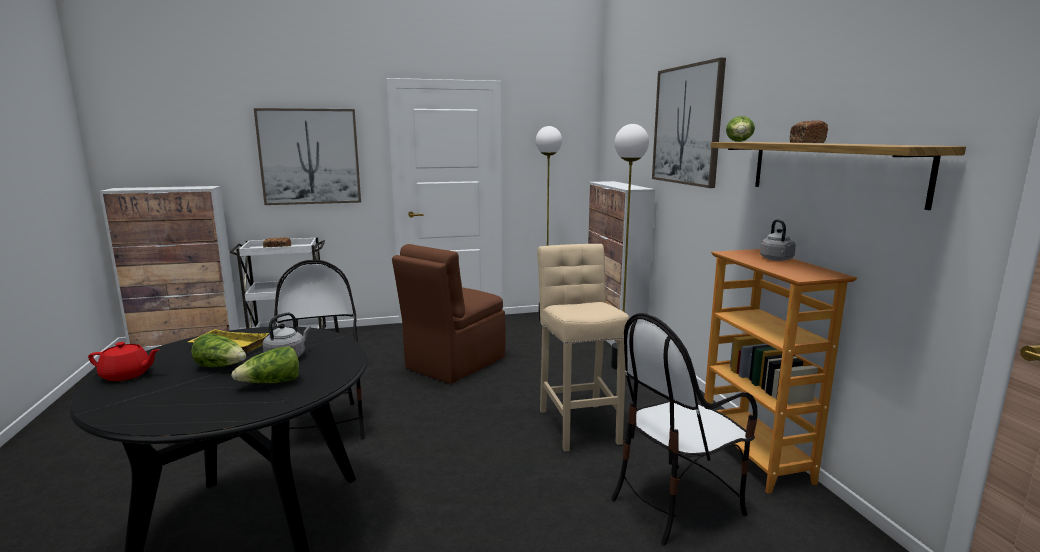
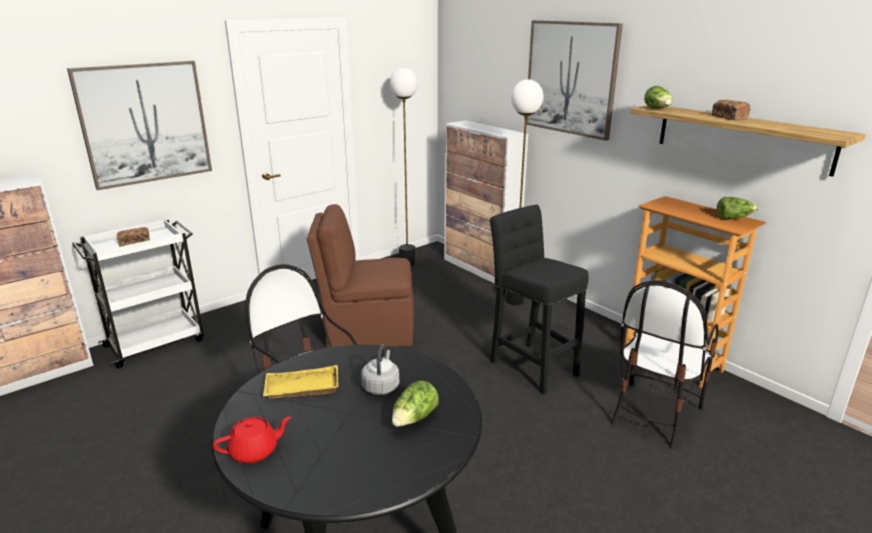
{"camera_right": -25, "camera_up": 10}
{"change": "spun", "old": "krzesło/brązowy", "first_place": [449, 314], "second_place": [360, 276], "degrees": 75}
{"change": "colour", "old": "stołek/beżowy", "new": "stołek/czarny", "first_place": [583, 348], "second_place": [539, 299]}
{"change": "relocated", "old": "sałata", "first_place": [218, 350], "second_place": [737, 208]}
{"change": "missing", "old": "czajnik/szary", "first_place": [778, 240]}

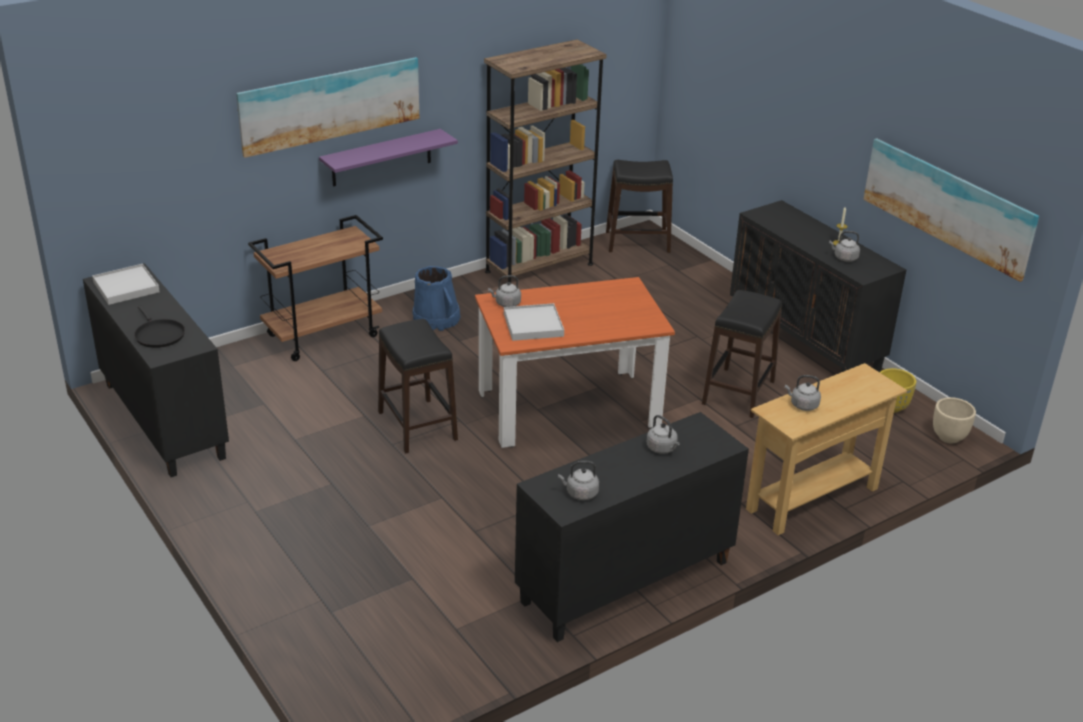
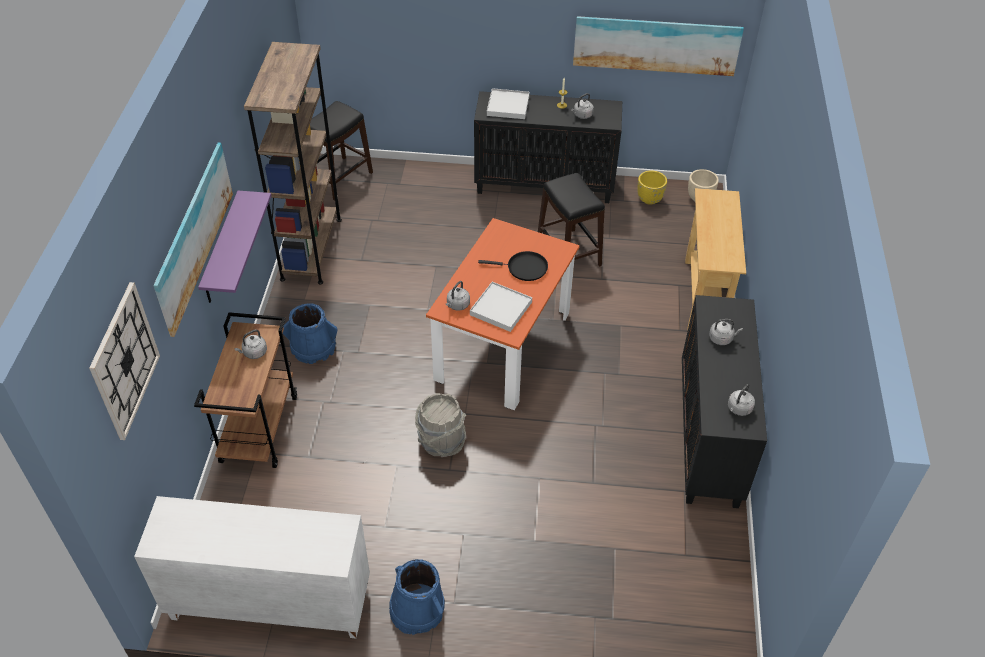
{"camera_right": -50, "camera_up": 15}
{"change": "appeared", "new": "zegar ścienny", "second_place": [124, 361]}
{"change": "colour", "old": "szafka/czarny", "new": "szafka/biały", "first_place": [156, 370], "second_place": [252, 567]}
{"change": "relocated", "old": "czajnik/szary", "first_place": [803, 393], "second_place": [250, 344]}
{"change": "appeared", "new": "wiadro/niebieski", "second_place": [417, 597]}
{"change": "exchanged", "old": "stołek/czarny", "new": "wiadro/szary", "first_place": [418, 386], "second_place": [440, 425]}
{"change": "relocated", "old": "patelnia/czarny", "first_place": [159, 326], "second_place": [513, 266]}
{"change": "relocated", "old": "taca/biały", "first_place": [126, 284], "second_place": [508, 103]}

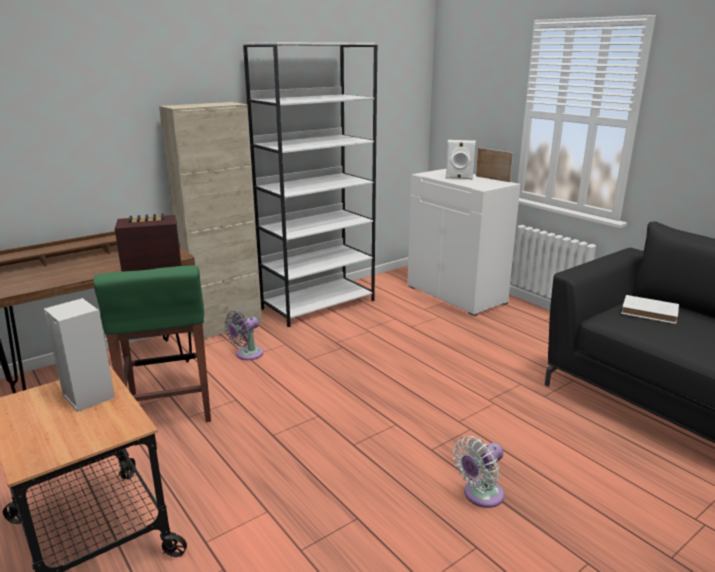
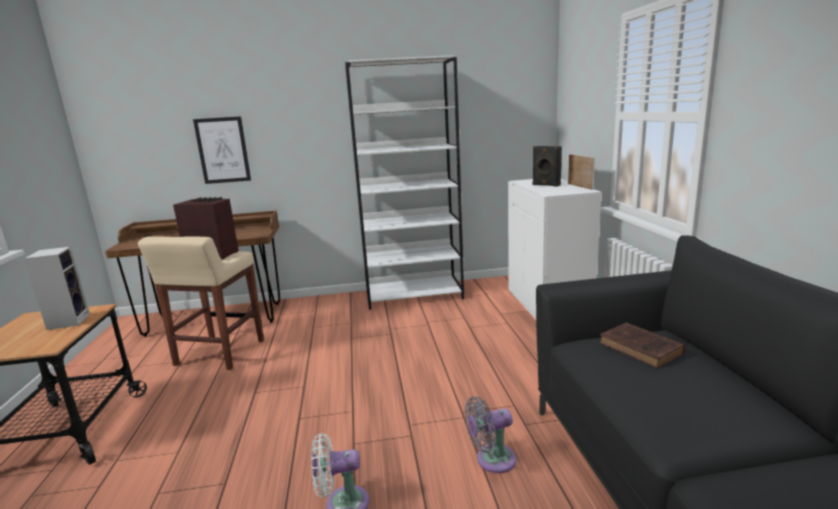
{"camera_right": 30, "camera_up": -5}
{"change": "colour", "old": "stołek/zielony", "new": "stołek/beżowy", "first_place": [152, 343], "second_place": [201, 303]}
{"change": "appeared", "new": "obraz", "second_place": [222, 150]}
{"change": "relocated", "old": "wentylator/szary", "first_place": [244, 335], "second_place": [490, 434]}
{"change": "colour", "old": "głośnik/biały", "new": "głośnik/czarny", "first_place": [461, 160], "second_place": [547, 166]}
{"change": "colour", "old": "książka/biały", "new": "książka/brązowy", "first_place": [650, 309], "second_place": [642, 346]}
{"change": "missing", "old": "szafka/beżowy", "first_place": [210, 220]}

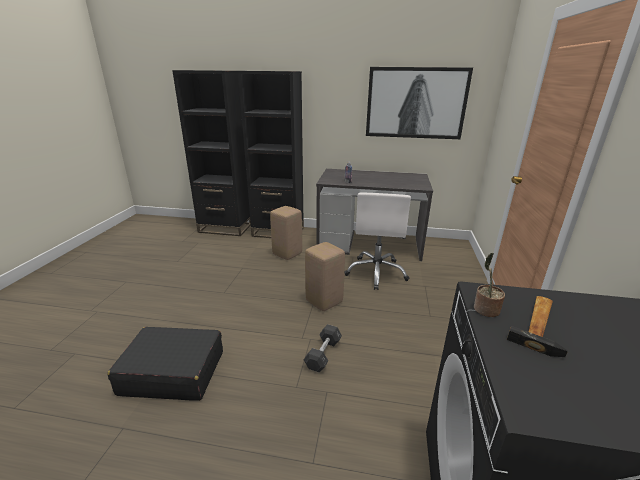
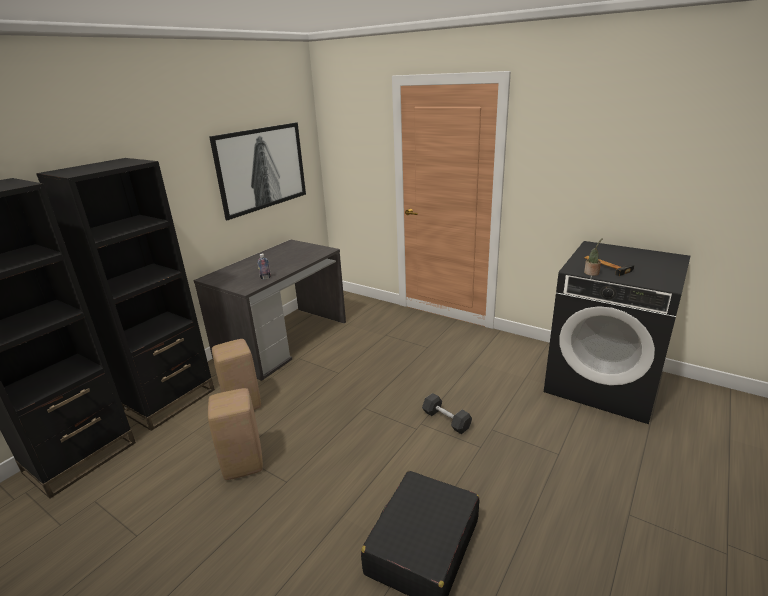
{"camera_right": -65, "camera_up": 0}
{"change": "relocated", "old": "stołek/beżowy", "first_place": [325, 276], "second_place": [235, 434]}
{"change": "missing", "old": "krzesło biurowe/biały", "first_place": [378, 241]}

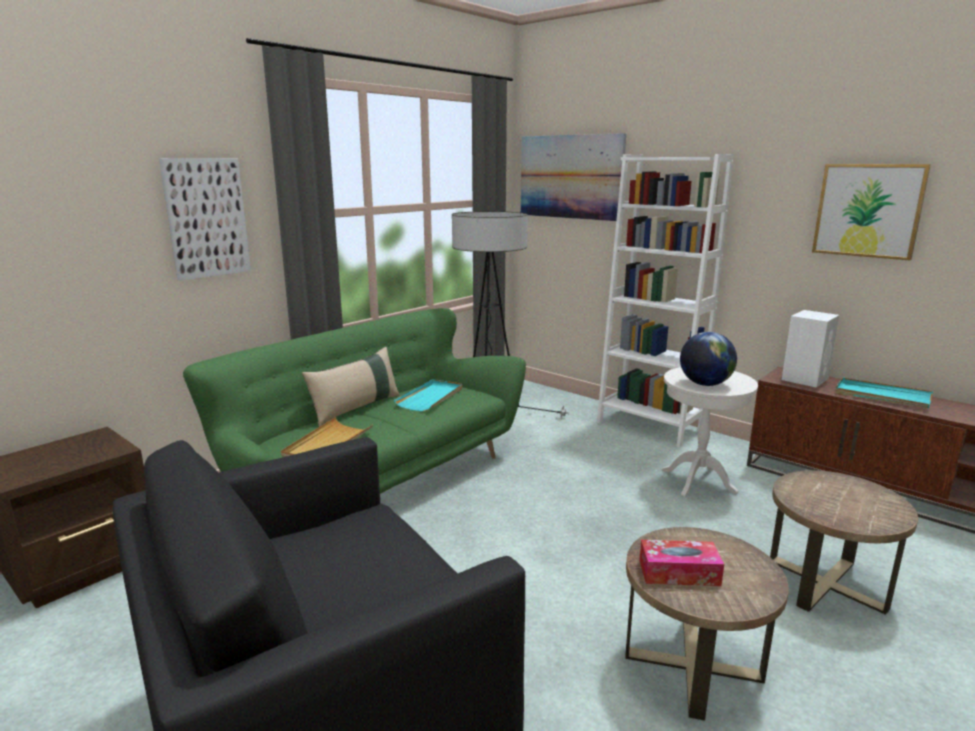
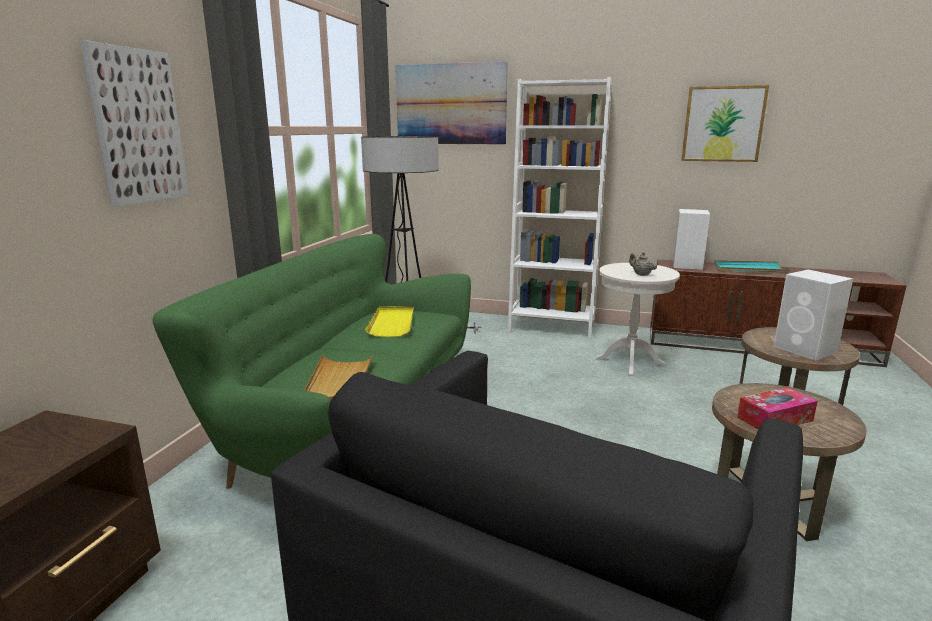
{"camera_right": -25, "camera_up": 0}
{"change": "colour", "old": "taca/turkusowy", "new": "taca/żółty", "first_place": [428, 395], "second_place": [389, 321]}
{"change": "exchanged", "old": "globus", "new": "imbryk/beżowy", "first_place": [708, 359], "second_place": [643, 264]}
{"change": "appeared", "new": "głośnik/biały", "second_place": [813, 315]}
{"change": "missing", "old": "poduszka/beżowy", "first_place": [351, 387]}

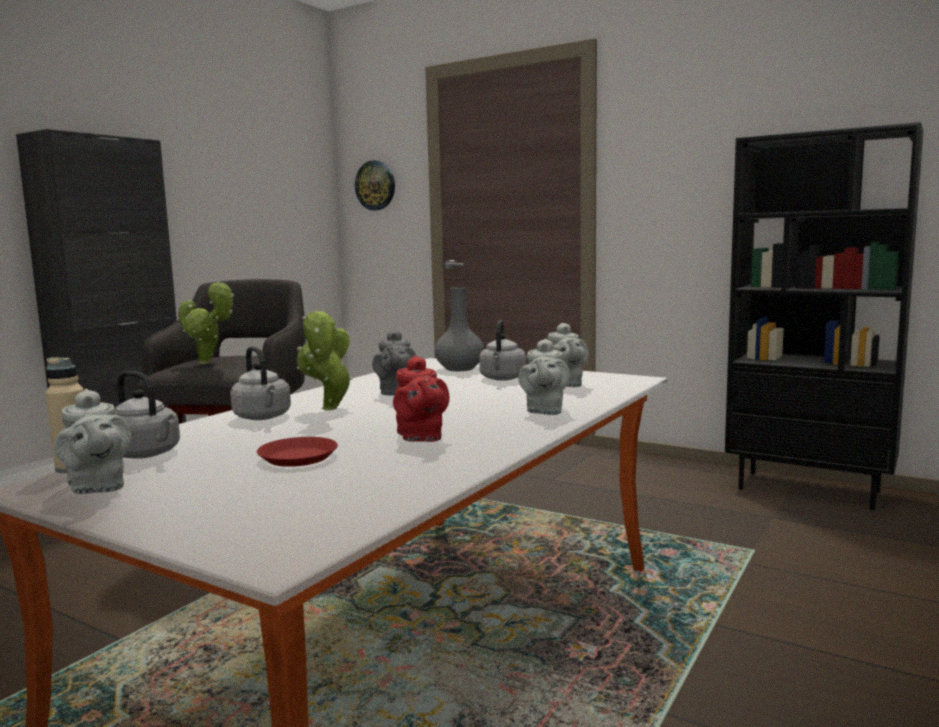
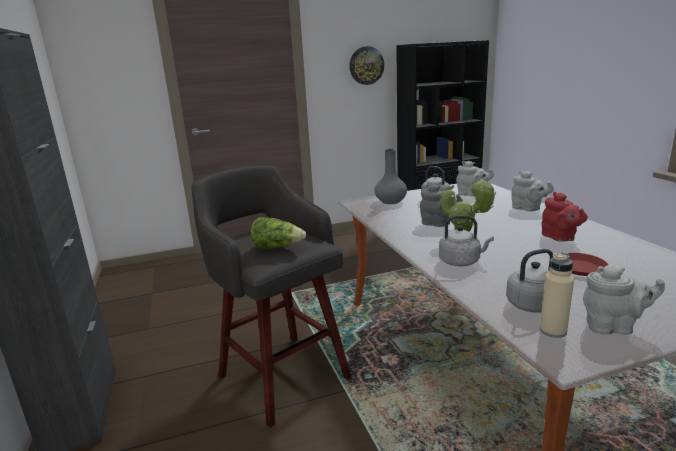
{"camera_right": -50, "camera_up": 10}
{"change": "exchanged", "old": "roślina doniczkowa", "new": "sałata", "first_place": [206, 322], "second_place": [278, 233]}
{"change": "relocated", "old": "zegar ścienny", "first_place": [375, 185], "second_place": [366, 65]}
{"change": "spun", "old": "imbryk/czerwony", "first_place": [421, 399], "second_place": [564, 217], "degrees": 45}

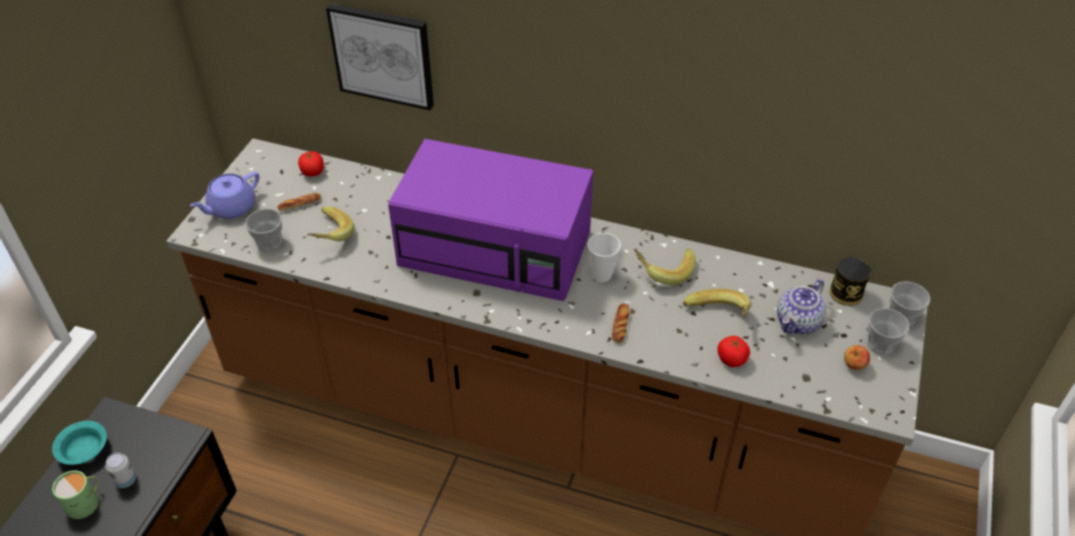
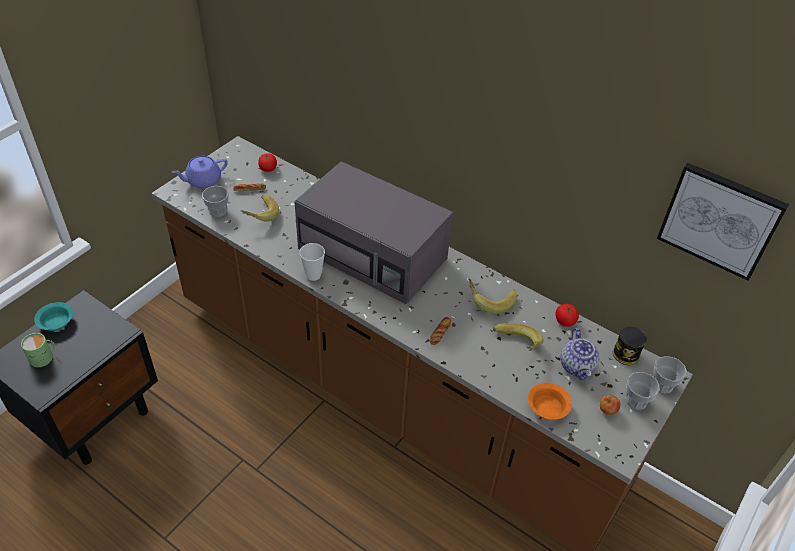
{"camera_right": 15, "camera_up": 0}
{"change": "colour", "old": "mikrofalówka/fioletowy", "new": "mikrofalówka/szary", "first_place": [490, 220], "second_place": [374, 232]}
{"change": "relocated", "old": "filiżanka", "first_place": [604, 257], "second_place": [312, 262]}
{"change": "appeared", "new": "miska/pomarańczowy", "second_place": [550, 401]}
{"change": "relocated", "old": "pomidor", "first_place": [733, 351], "second_place": [567, 315]}
{"change": "spun", "old": "imbryk", "first_place": [801, 306], "second_place": [579, 354], "degrees": -60}
{"change": "relocated", "old": "obraz", "first_place": [380, 56], "second_place": [723, 222]}
{"change": "missing", "old": "puszka", "first_place": [120, 470]}

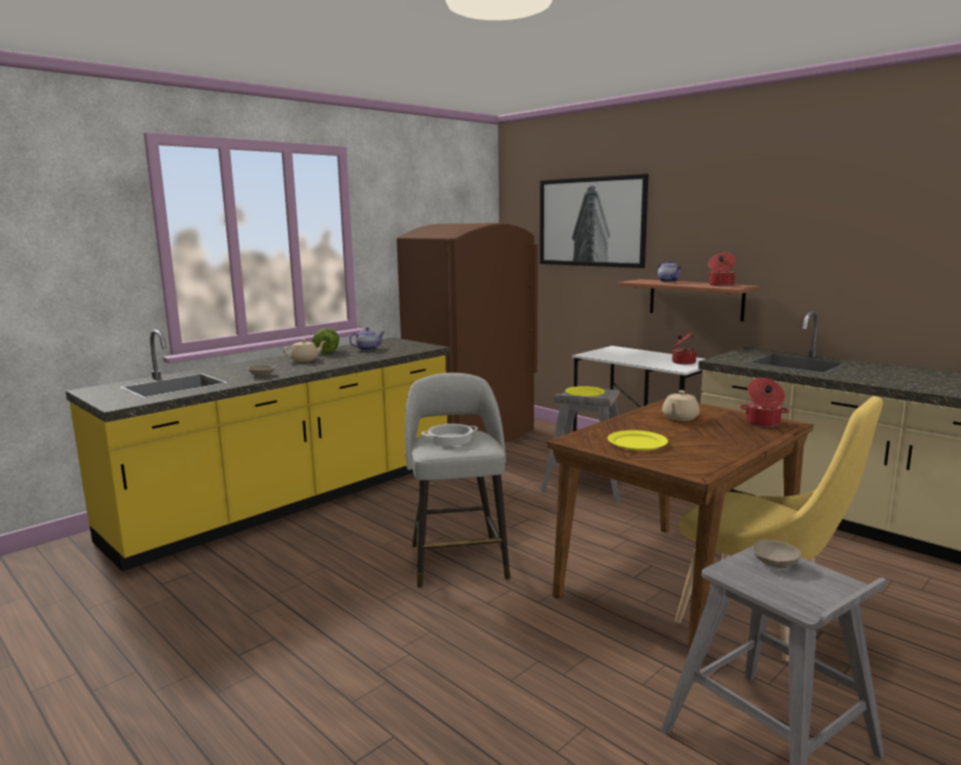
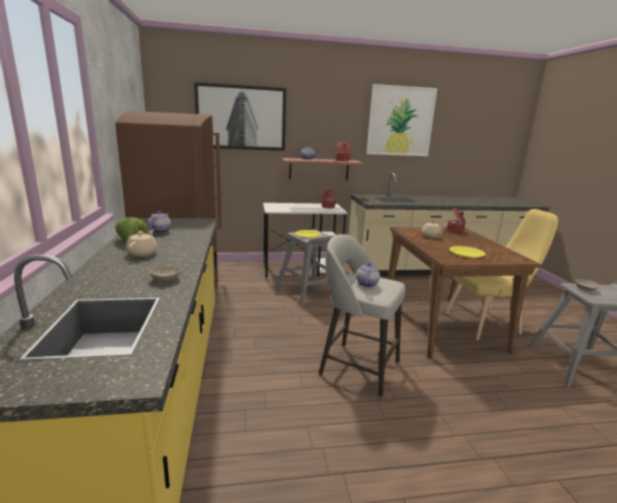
{"camera_right": -55, "camera_up": 5}
{"change": "exchanged", "old": "garnek", "new": "imbryk", "first_place": [449, 435], "second_place": [368, 274]}
{"change": "appeared", "new": "obraz", "second_place": [401, 120]}

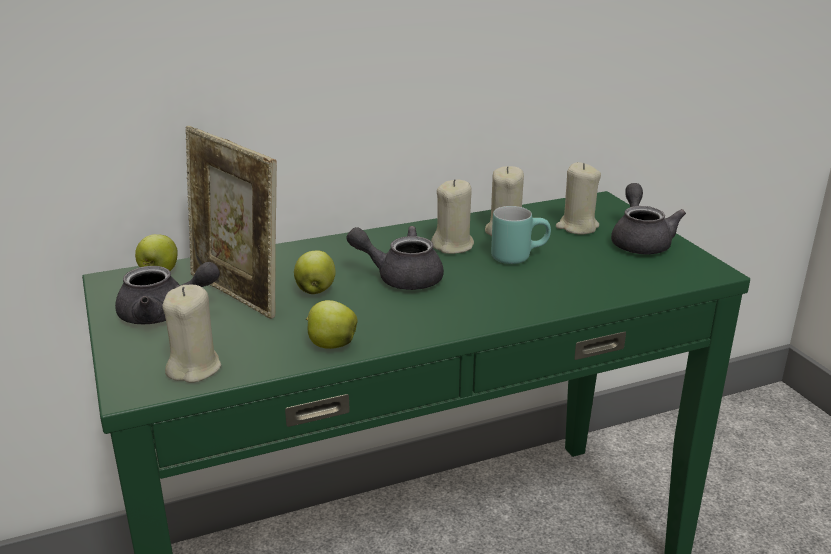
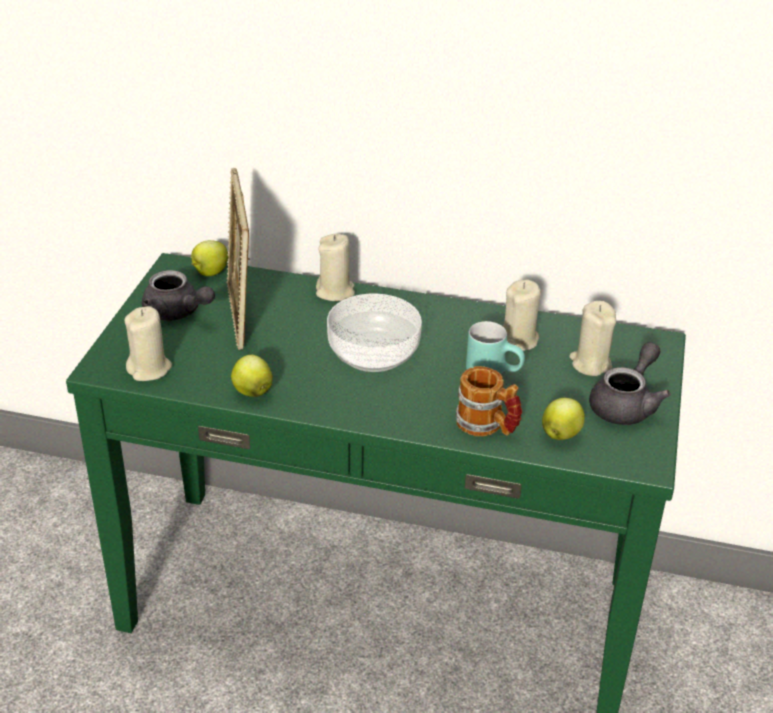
{"camera_right": 35, "camera_up": 10}
{"change": "relocated", "old": "świeca/beżowy", "first_place": [452, 216], "second_place": [335, 267]}
{"change": "exchanged", "old": "imbryk/szary", "new": "miska", "first_place": [395, 258], "second_place": [374, 333]}
{"change": "appeared", "new": "kubek", "second_place": [489, 401]}
{"change": "relocated", "old": "jabłko", "first_place": [315, 272], "second_place": [563, 419]}

